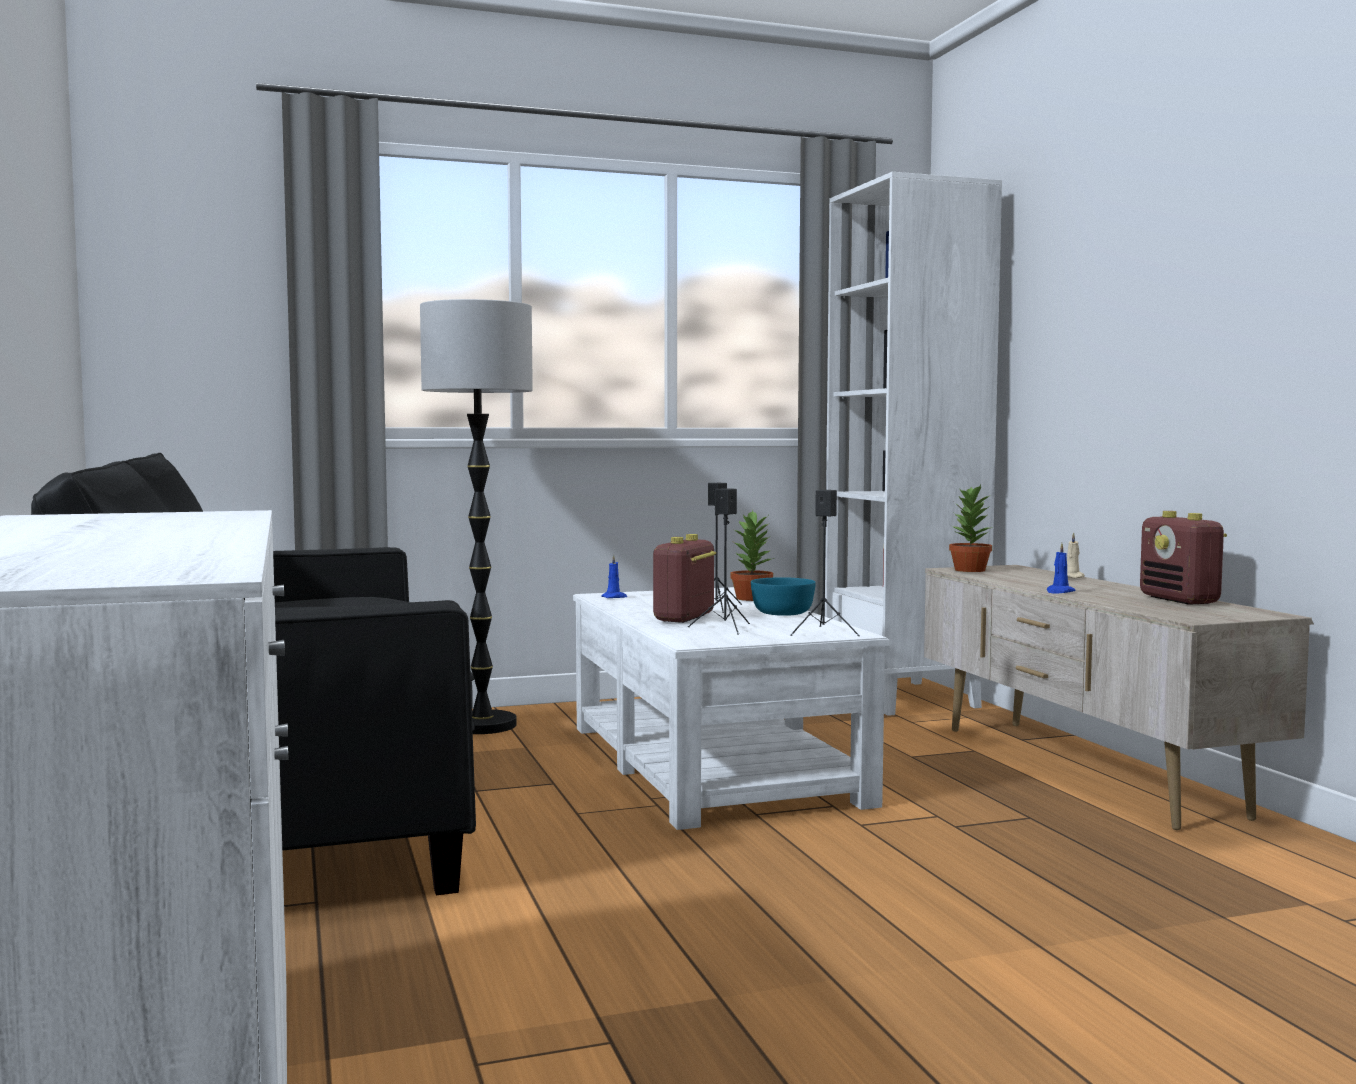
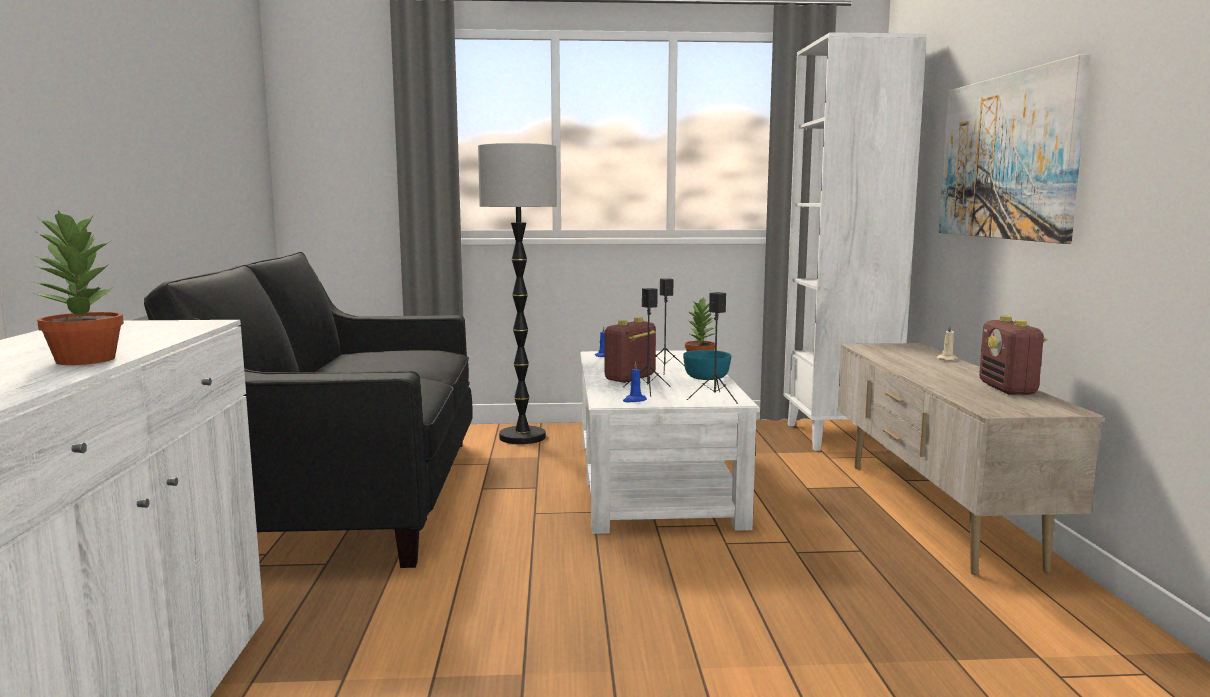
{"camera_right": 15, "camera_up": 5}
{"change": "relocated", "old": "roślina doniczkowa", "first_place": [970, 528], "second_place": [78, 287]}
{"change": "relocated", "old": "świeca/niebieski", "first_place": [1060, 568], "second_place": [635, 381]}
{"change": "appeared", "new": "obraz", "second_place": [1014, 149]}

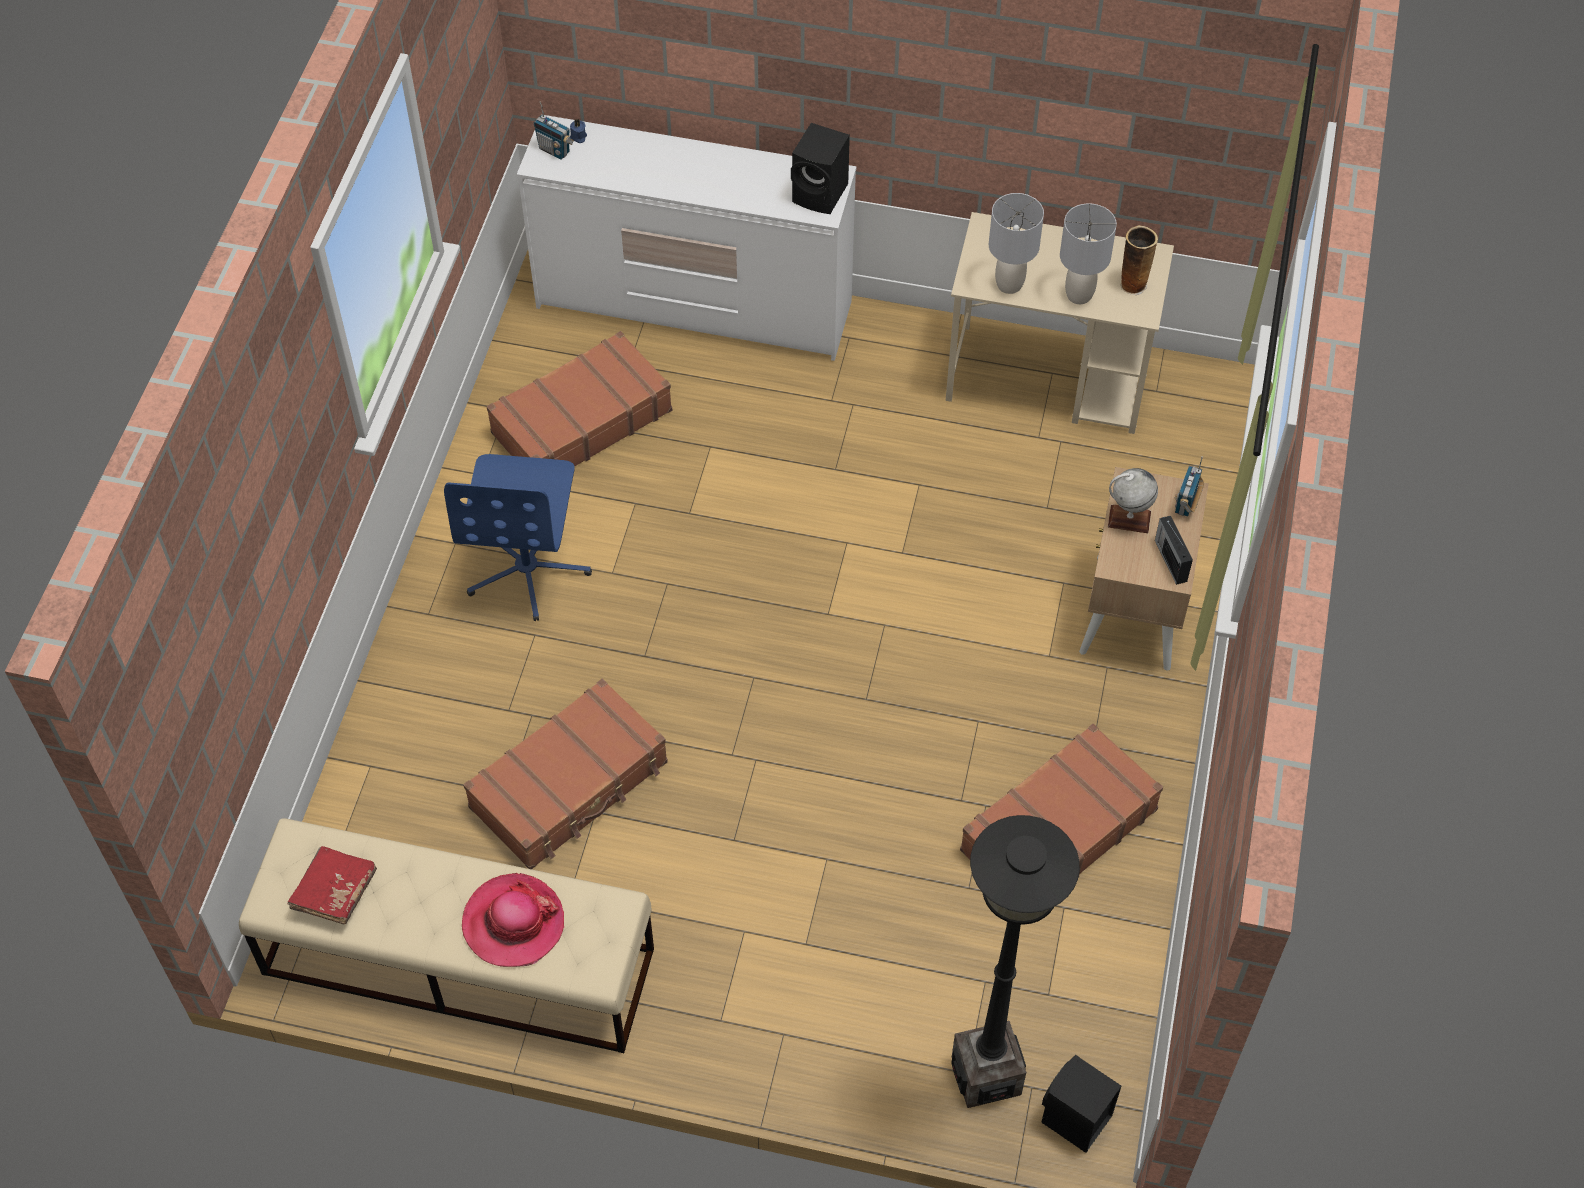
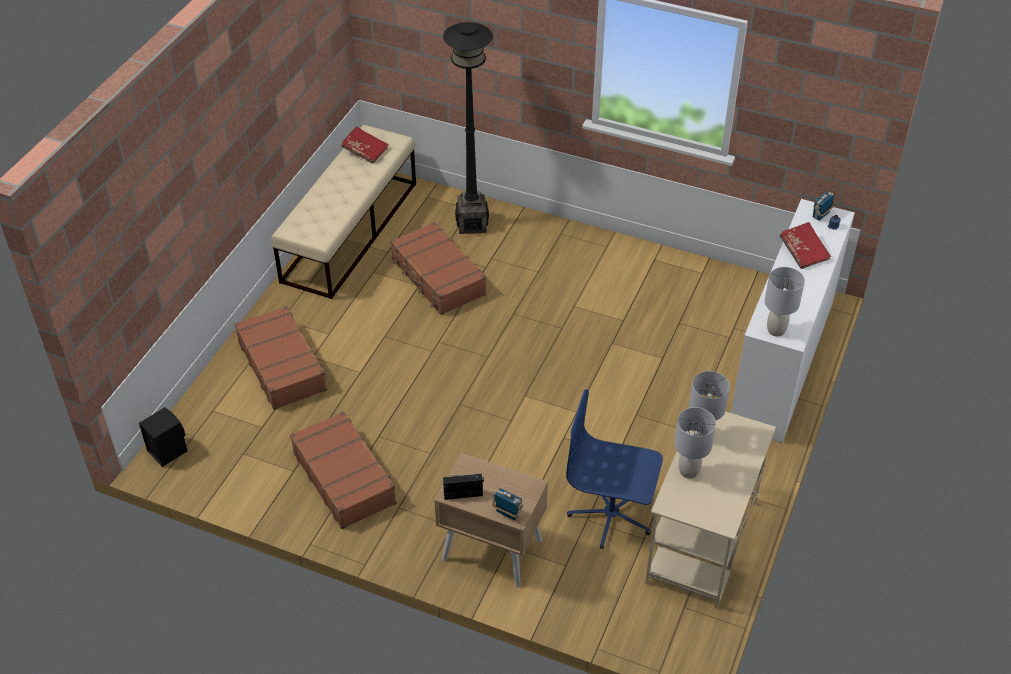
{"camera_right": 100, "camera_up": -10}
{"change": "relocated", "old": "walizka/brązowy", "first_place": [579, 398], "second_place": [281, 358]}
{"change": "relocated", "old": "lampa stojąca/czarny", "first_place": [1015, 961], "second_place": [468, 128]}
{"change": "relocated", "old": "krzesło biurowe/niebieski", "first_place": [518, 537], "second_place": [614, 469]}
{"change": "exchanged", "old": "głośnik/czarny", "new": "lampa stołowa/szary", "first_place": [820, 168], "second_place": [785, 301]}
{"change": "appeared", "new": "książka/czerwony", "second_place": [805, 245]}
{"change": "missing", "old": "kapelusz", "first_place": [513, 920]}
{"change": "missing", "old": "globus", "first_place": [1133, 500]}
{"change": "missing", "old": "wazon", "first_place": [1139, 260]}

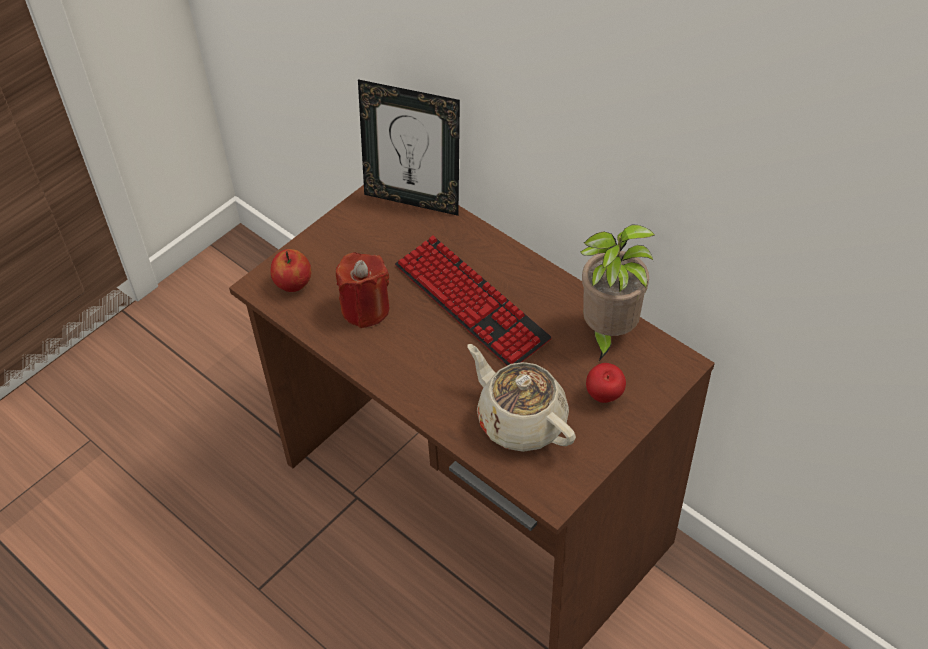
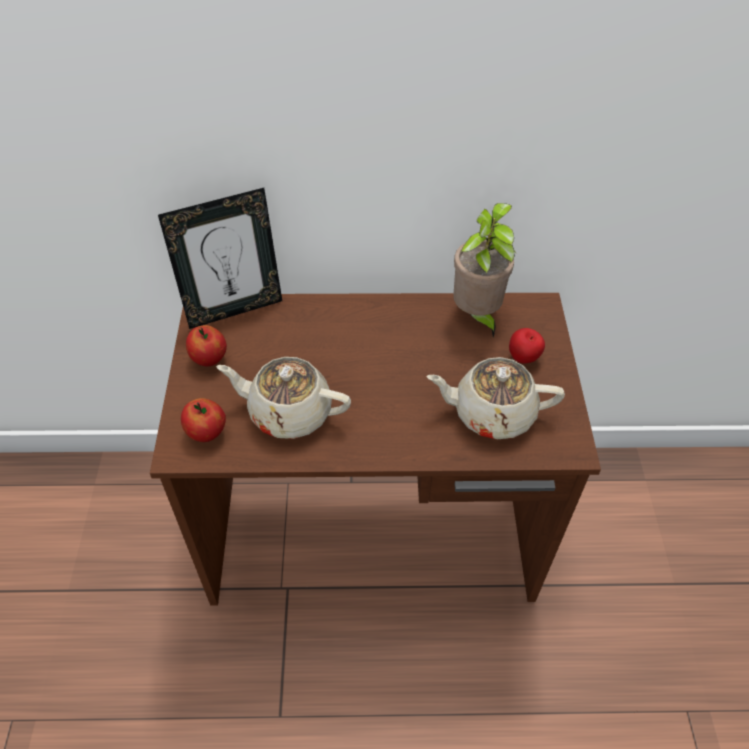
{"camera_right": -45, "camera_up": 0}
{"change": "appeared", "new": "jabłko", "second_place": [206, 345]}
{"change": "exchanged", "old": "świeca/czerwony", "new": "imbryk/beżowy", "first_place": [362, 290], "second_place": [283, 398]}
{"change": "missing", "old": "klawiatura", "first_place": [473, 300]}

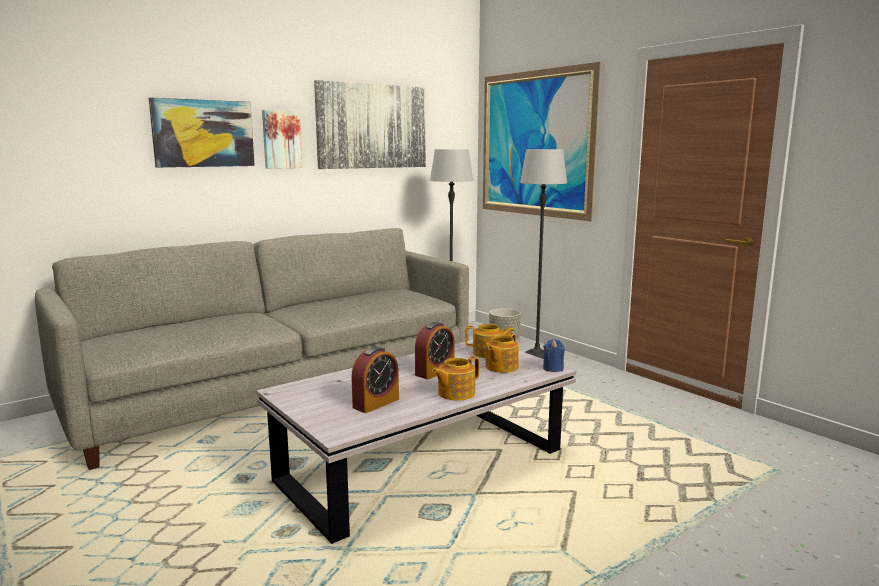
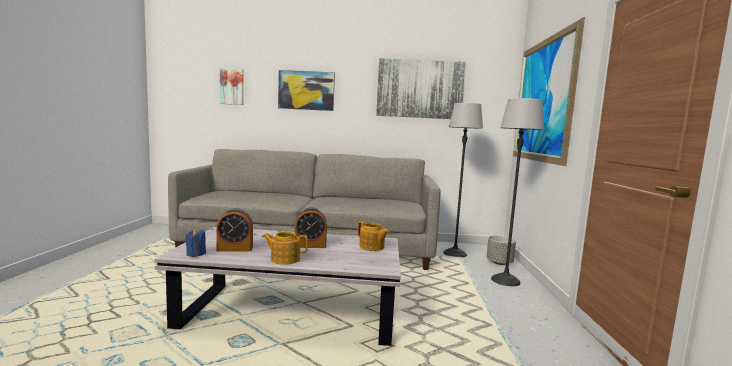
{"camera_right": 40, "camera_up": -5}
{"change": "relocated", "old": "świeca/niebieski", "first_place": [554, 355], "second_place": [195, 243]}
{"change": "relocated", "old": "obraz", "first_place": [282, 139], "second_place": [232, 86]}
{"change": "missing", "old": "imbryk", "first_place": [502, 353]}

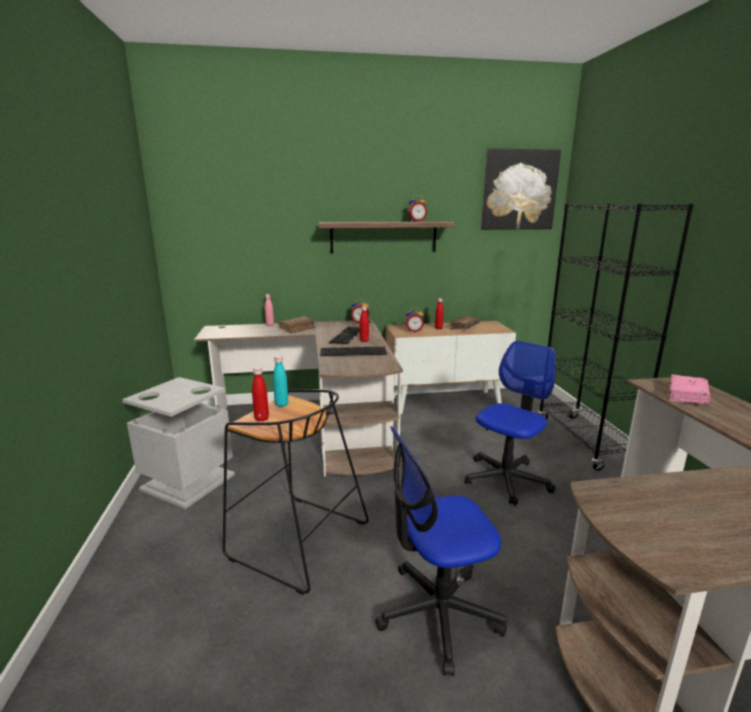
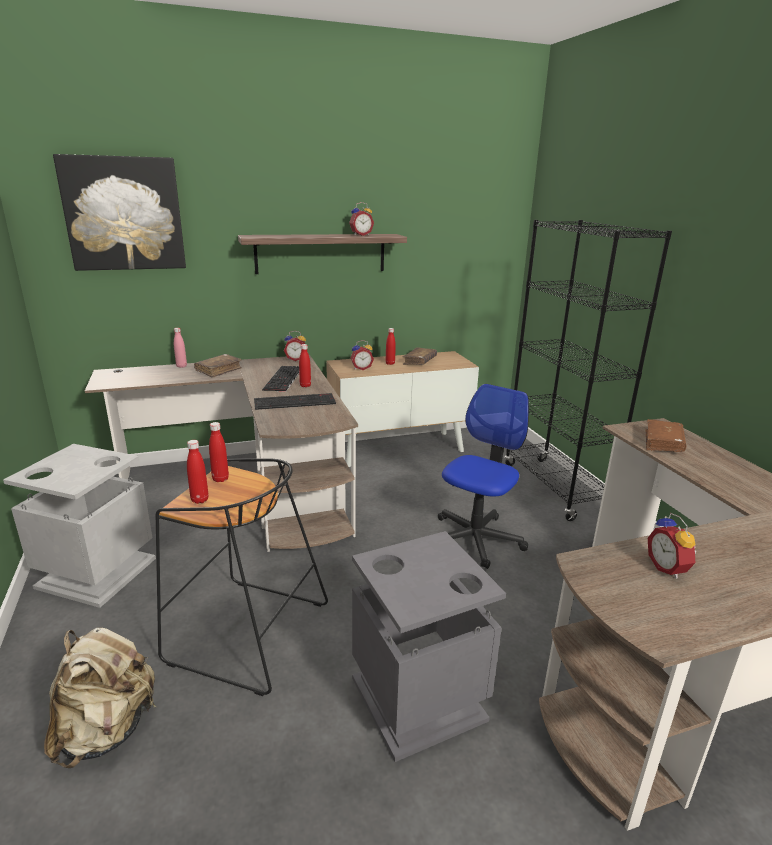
{"camera_right": -10, "camera_up": 5}
{"change": "appeared", "new": "plecak/beżowy", "second_place": [100, 698]}
{"change": "relocated", "old": "obraz", "first_place": [521, 189], "second_place": [119, 212]}
{"change": "colour", "old": "butelka/turkusowy", "new": "butelka/czerwony", "first_place": [280, 381], "second_place": [219, 452]}
{"change": "exchanged", "old": "krzesło biurowe", "new": "kosz na śmieci/szary", "first_place": [441, 551], "second_place": [429, 646]}
{"change": "colour", "old": "książka/różowy", "new": "książka/brązowy", "first_place": [689, 389], "second_place": [665, 435]}
{"change": "appeared", "new": "budzik", "second_place": [672, 546]}

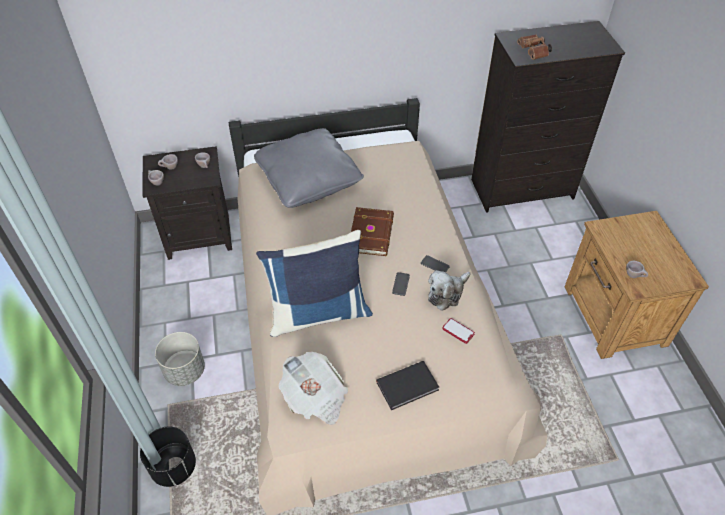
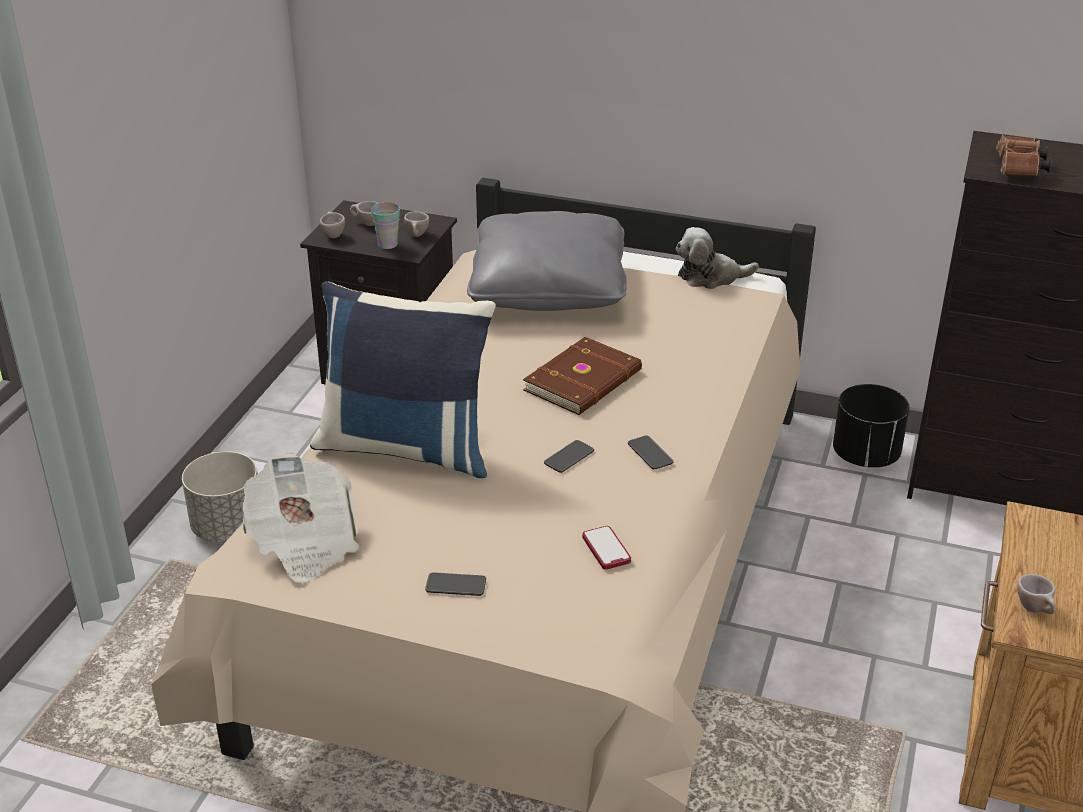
{"camera_right": 30, "camera_up": -15}
{"change": "appeared", "new": "filiżanka", "second_place": [385, 225]}
{"change": "exchanged", "old": "książka/czarny", "new": "telefon", "first_place": [407, 385], "second_place": [455, 584]}
{"change": "relocated", "old": "pluszak", "first_place": [449, 290], "second_place": [717, 258]}
{"change": "relocated", "old": "donica/czarny", "first_place": [168, 456], "second_place": [871, 426]}

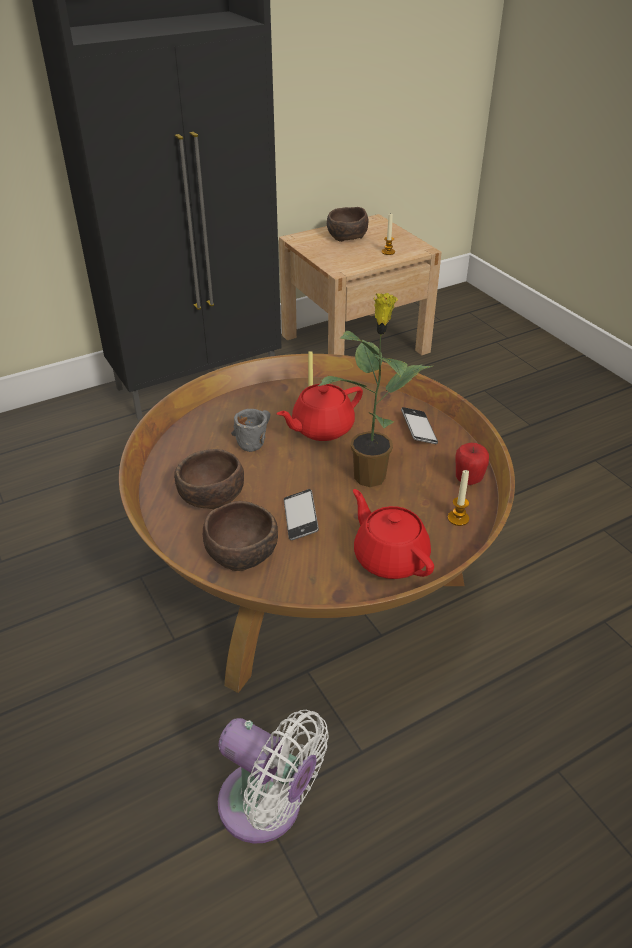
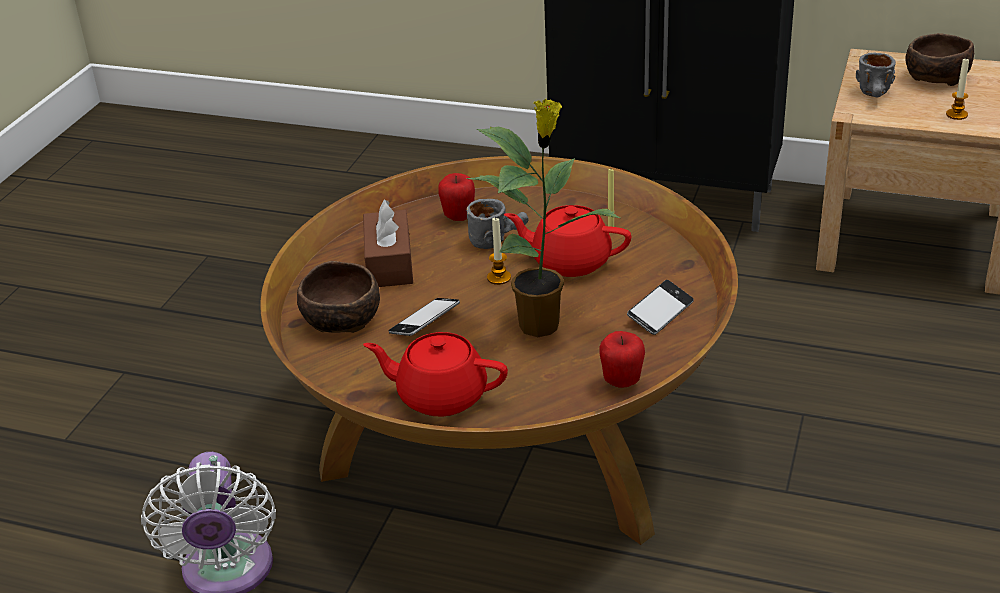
{"camera_right": 50, "camera_up": -5}
{"change": "exchanged", "old": "miska/brązowy", "new": "pudełko chusteczek/brązowy", "first_place": [209, 479], "second_place": [388, 243]}
{"change": "spun", "old": "imbryk/czerwony", "first_place": [393, 534], "second_place": [435, 374], "degrees": -90}
{"change": "appeared", "new": "jabłko", "second_place": [456, 197]}
{"change": "relocated", "old": "świeca", "first_place": [458, 498], "second_place": [499, 251]}
{"change": "appeared", "new": "kubek/szary", "second_place": [876, 75]}

